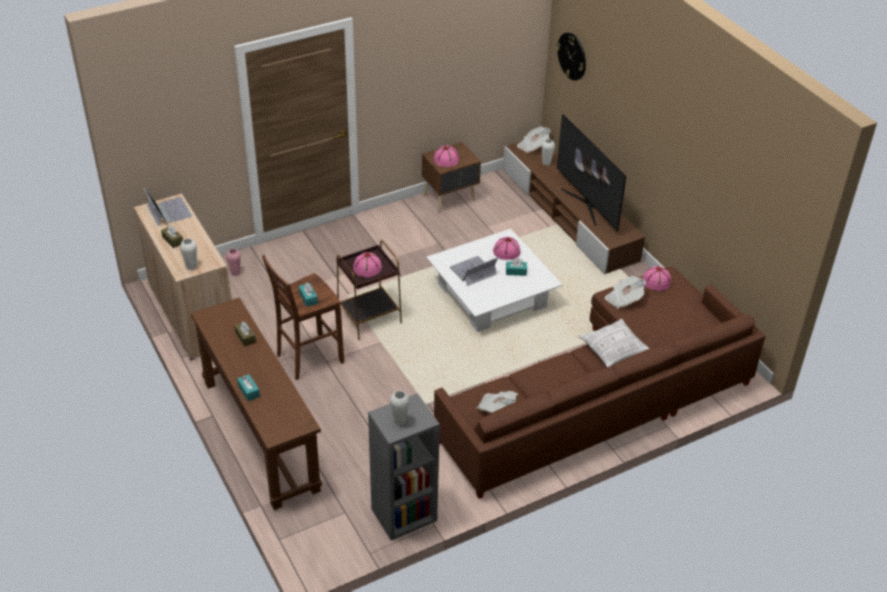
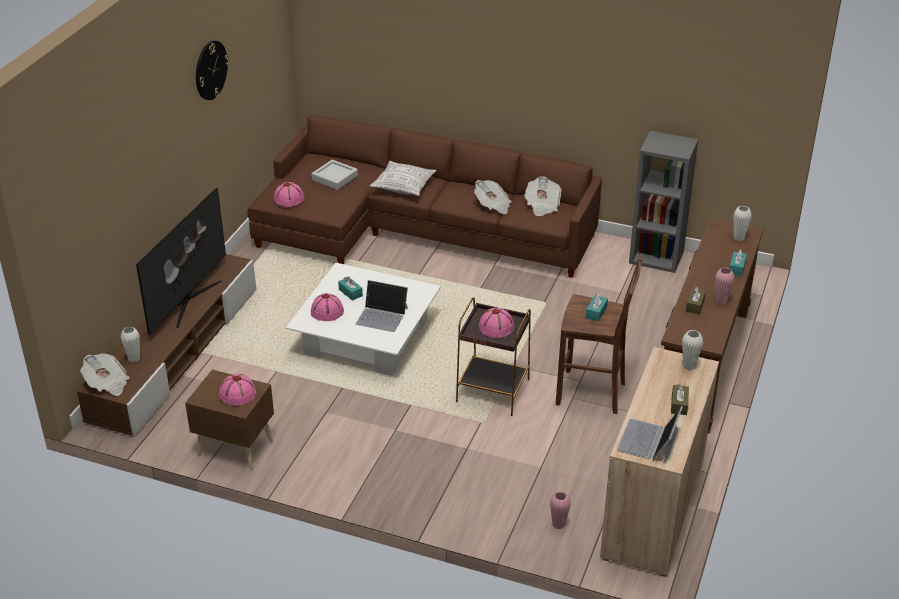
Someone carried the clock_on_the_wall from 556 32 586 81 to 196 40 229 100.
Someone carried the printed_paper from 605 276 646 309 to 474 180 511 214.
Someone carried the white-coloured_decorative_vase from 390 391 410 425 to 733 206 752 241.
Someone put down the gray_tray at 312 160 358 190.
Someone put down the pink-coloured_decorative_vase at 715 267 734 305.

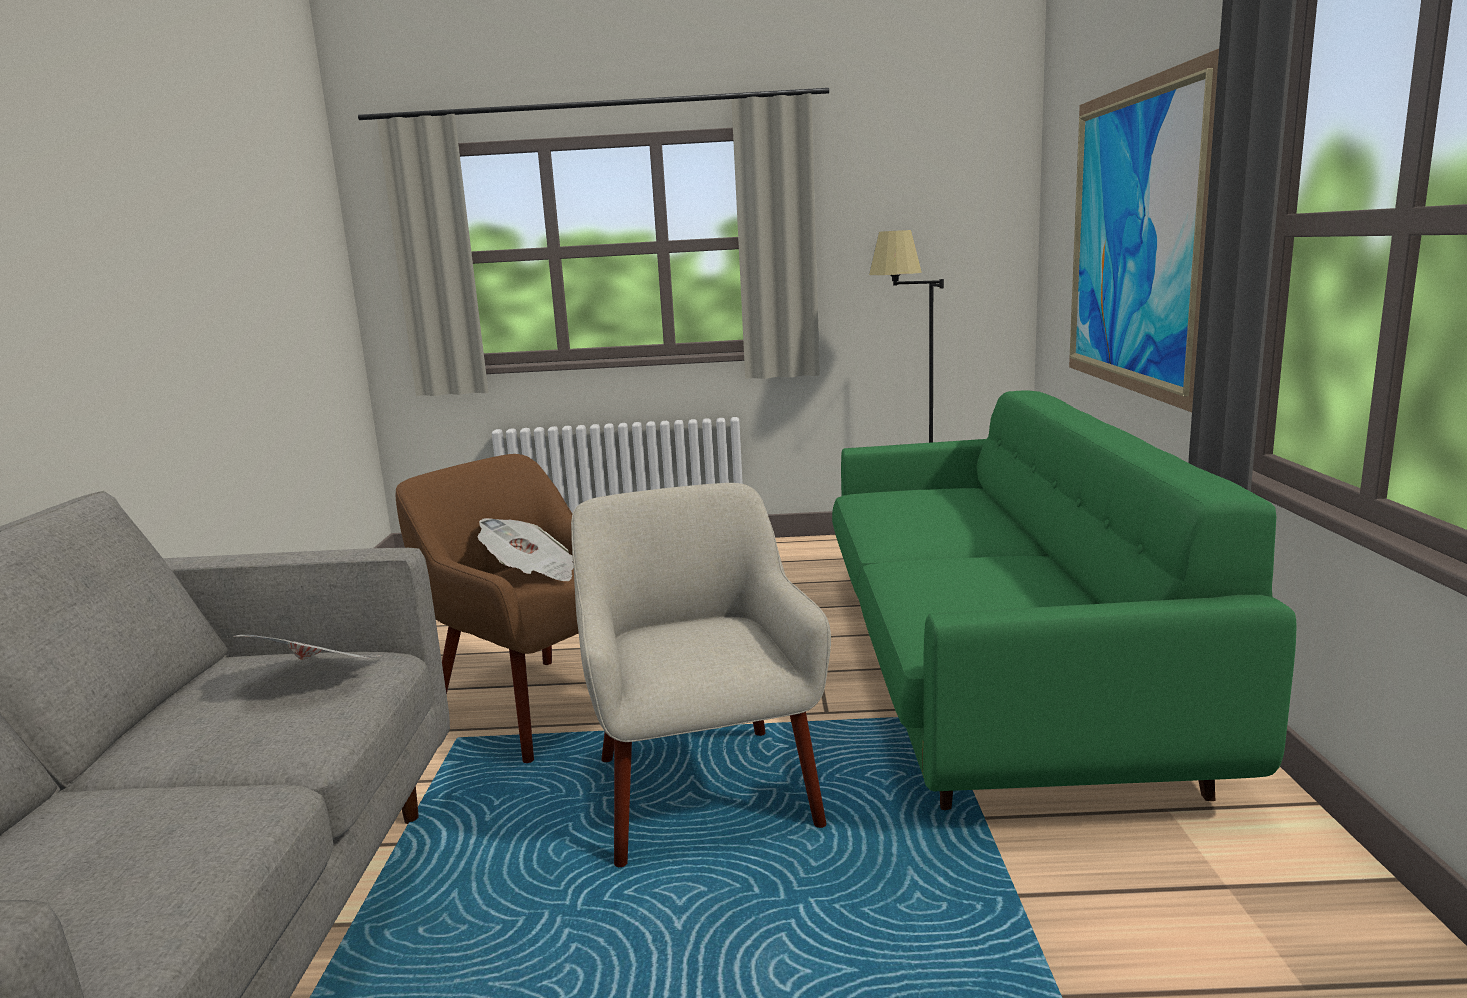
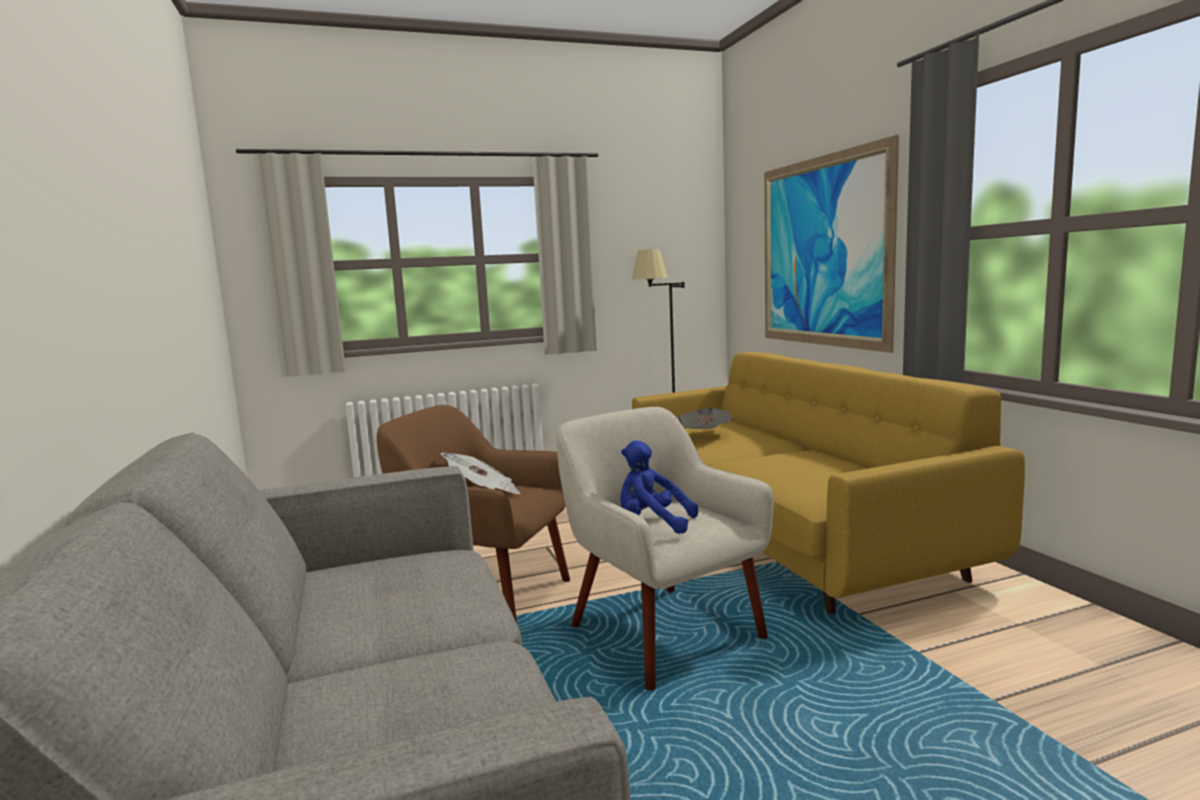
Someone repainted the green_couch at 832 390 1296 810, which became the yellowish_couch at 632 352 1025 614.
Someone carried the printed_paper from 233 635 382 660 to 677 408 733 429.
Someone put down the blue_cuddly_toy at 620 440 698 534.

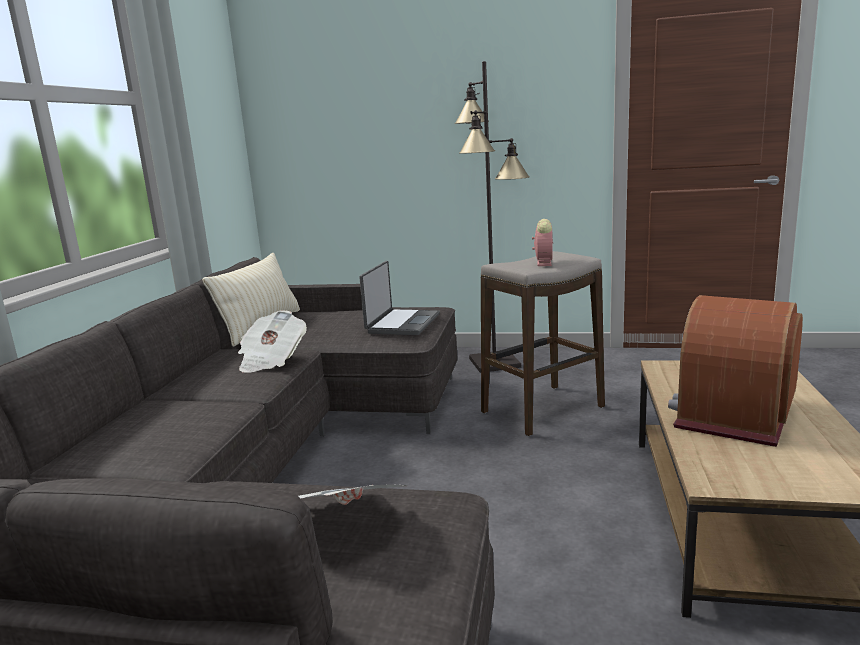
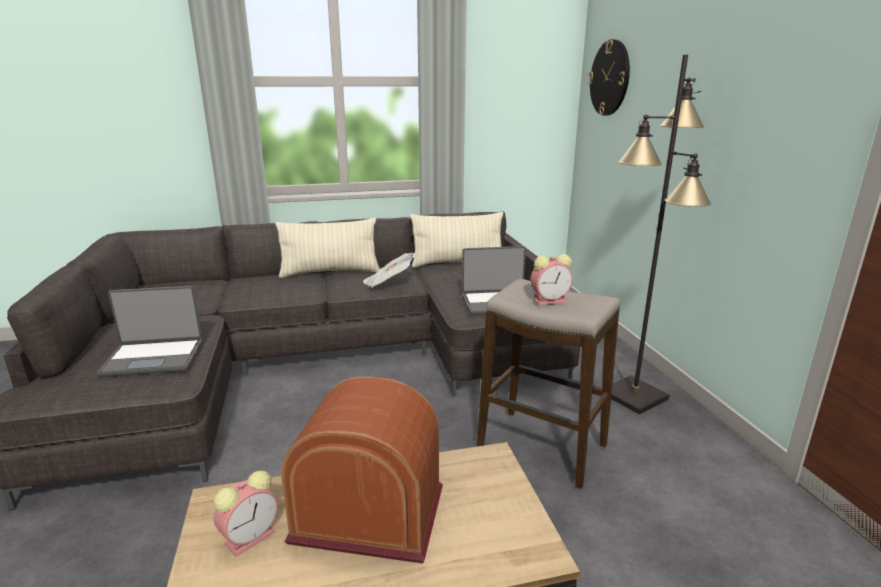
Someone swapped the printed_paper at 298 485 407 505 for the portable_computer at 97 286 202 377.
Someone put up the clock_on_the_wall at 588 39 630 116.
Someone put down the beige-coloured_cushion at 275 218 380 278.
Someone put down the table_clock at 213 470 278 557.

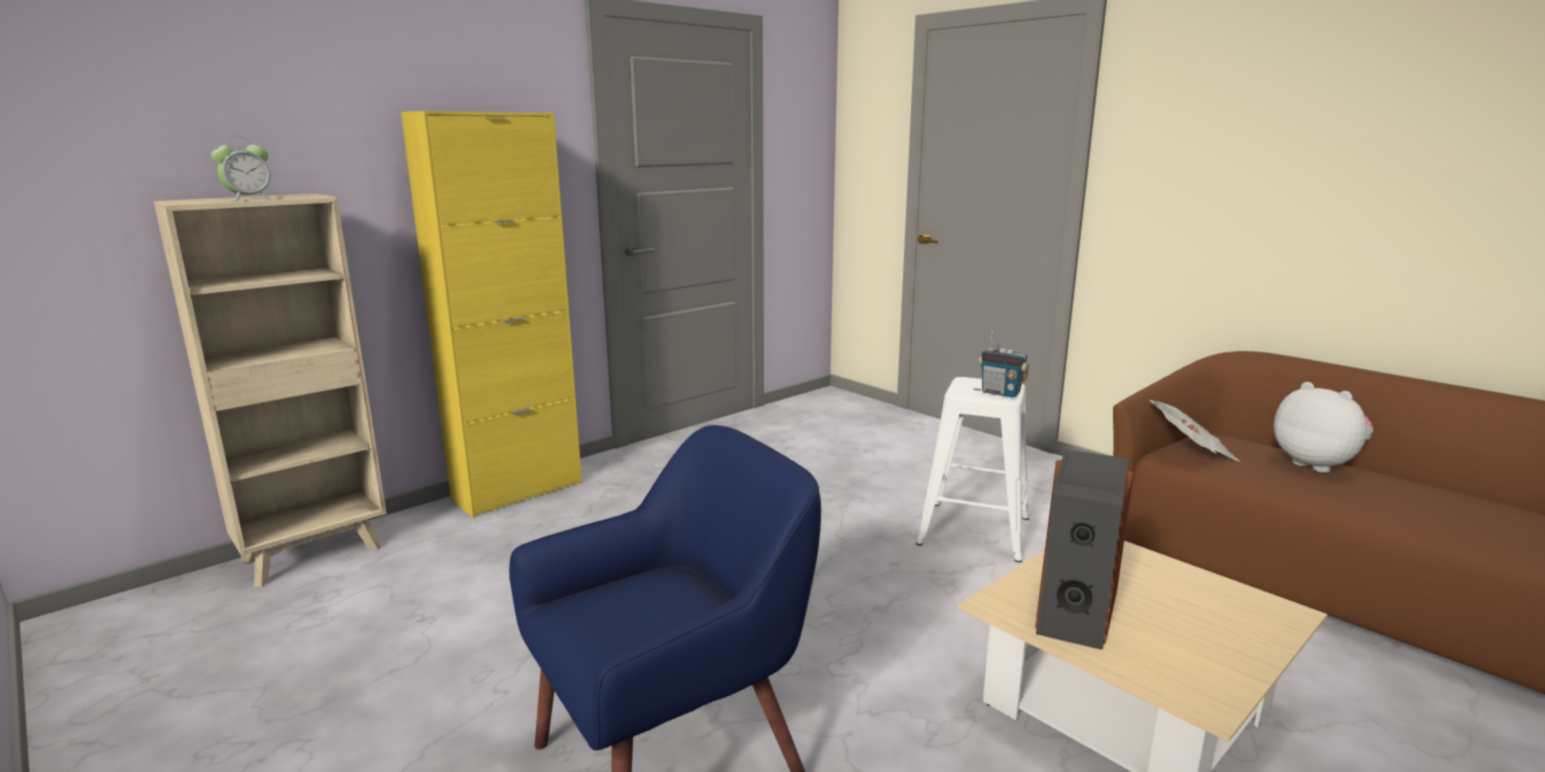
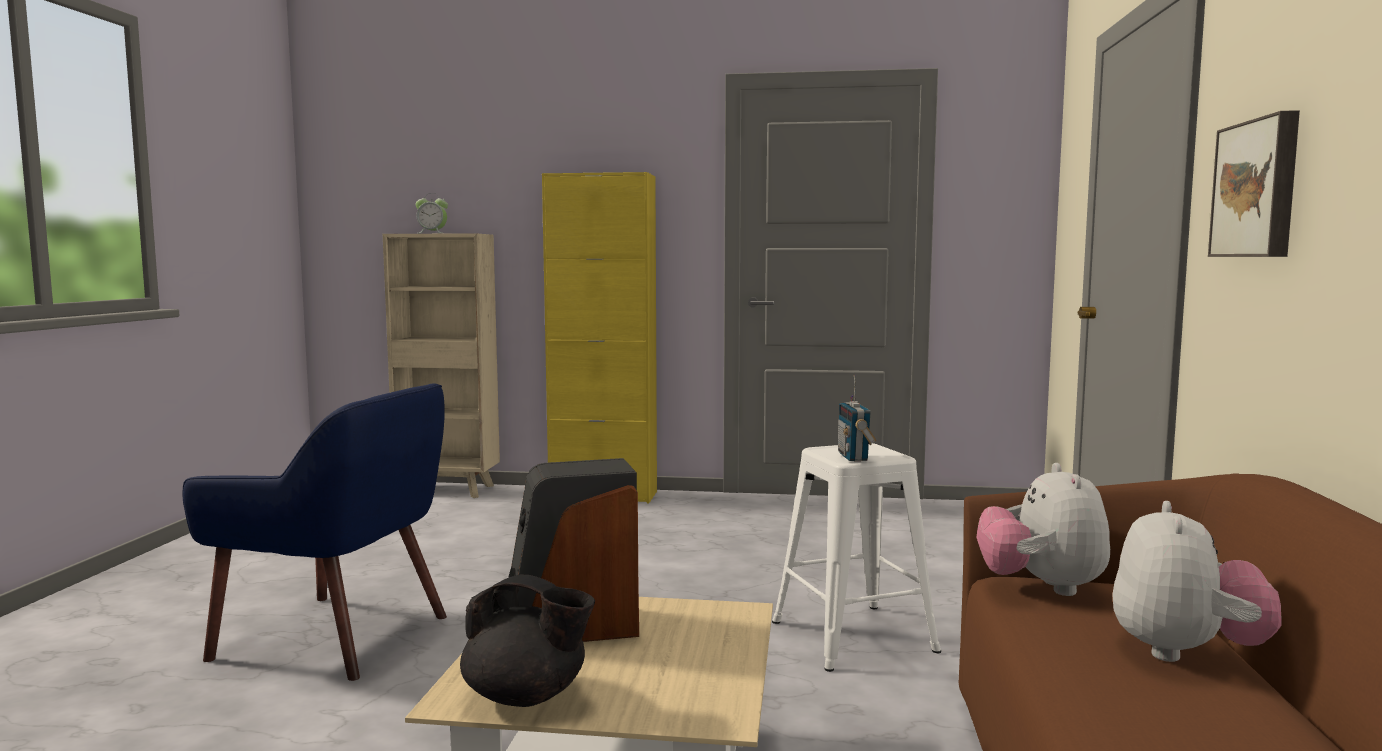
Someone swapped the printed_paper at 1149 400 1240 461 for the cuddly_toy at 977 463 1110 596.
Someone put up the picture at 1208 110 1300 257.
Someone put down the black-coloured_pot_for_tea at 460 575 595 707.

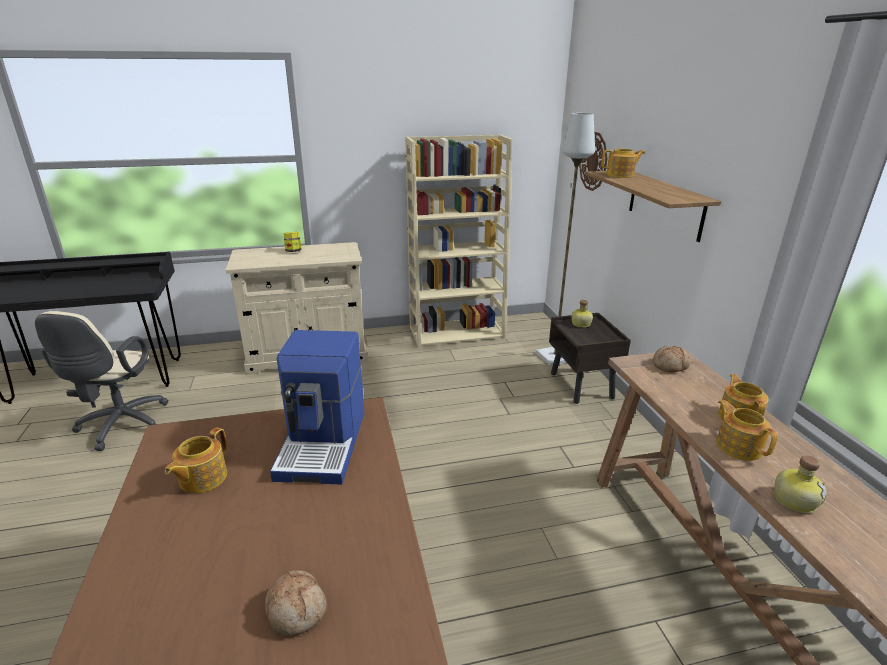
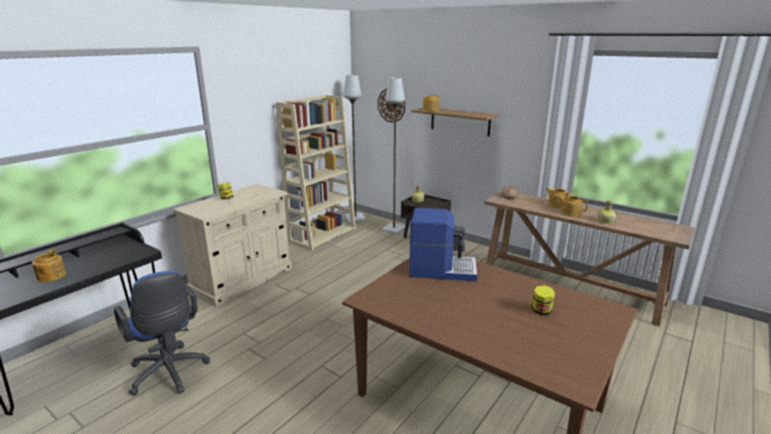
Someone repainted the beige-coloured_desk_chair at 35 311 169 451, which became the blue_desk_chair at 114 271 210 396.
Someone rotated the coffee_maker at 270 330 364 485 by 45 degrees counterclockwise.
Someone carried the pot_for_tea from 165 427 227 494 to 32 249 66 282.
Someone swapped the baked_bread at 265 570 327 636 for the preserve_jar at 532 285 555 315.
Someone put down the gray_standard_lamp at 343 75 366 223.

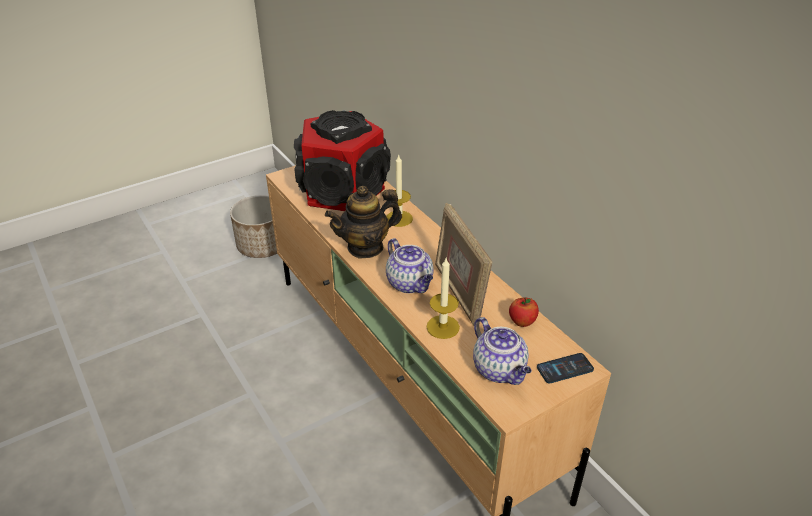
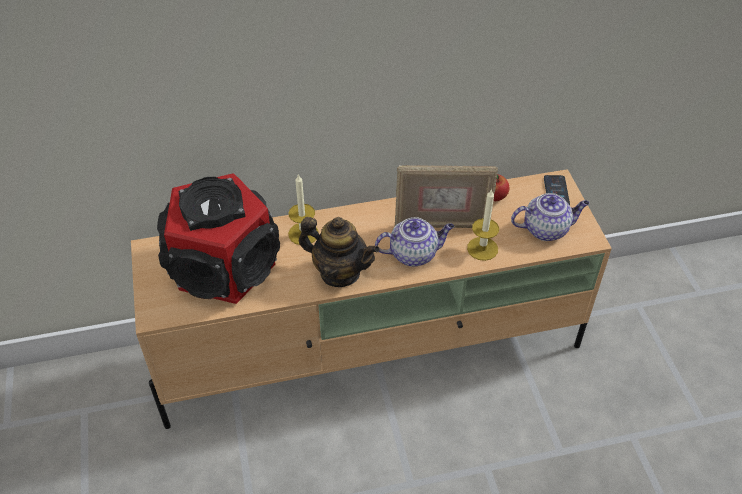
Someone rotated the pot_for_tea at 325 186 402 258 by 60 degrees counterclockwise.
Someone took away the flower_pot at 230 195 277 258.

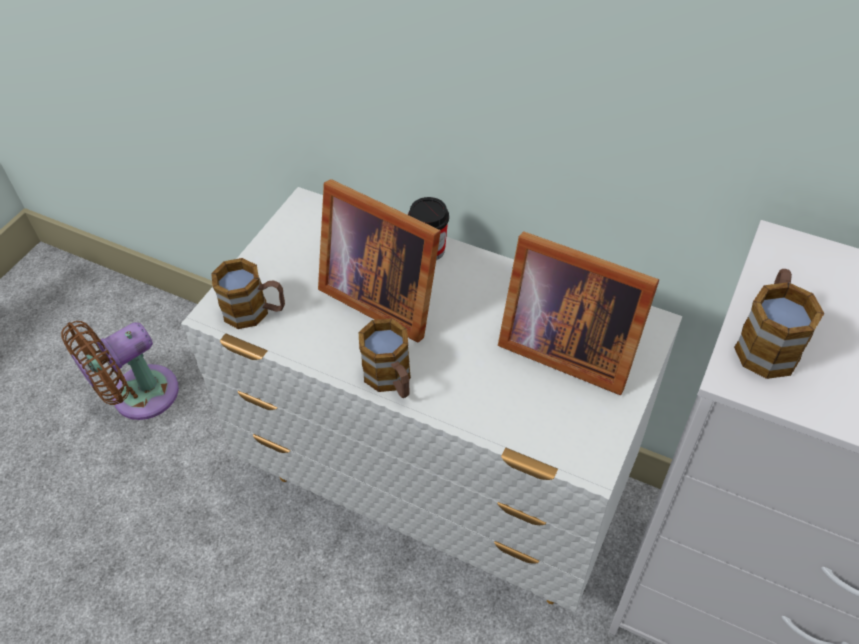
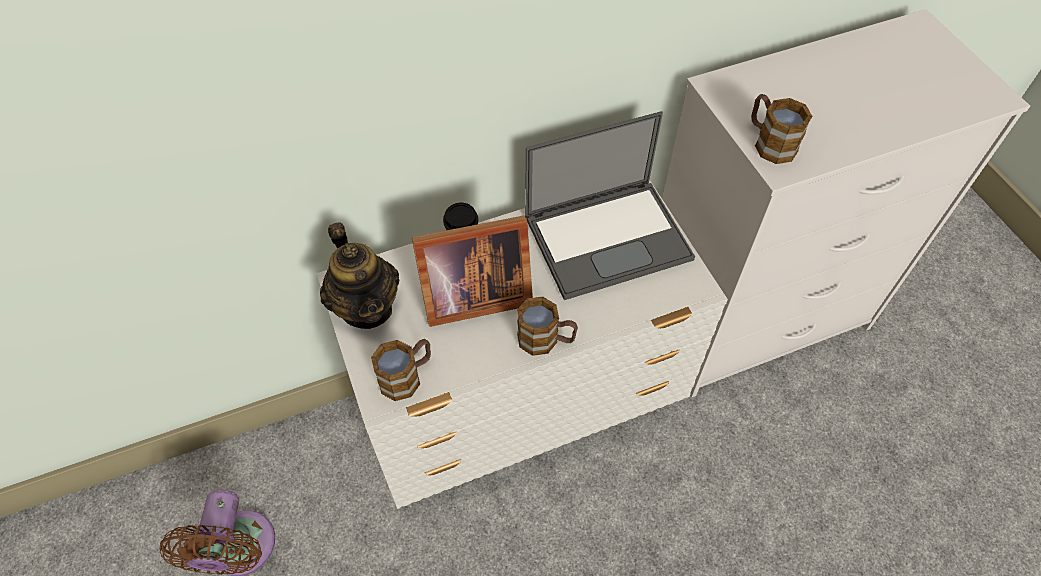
Someone swapped the picture_frame at 498 231 659 395 for the portable_computer at 525 111 695 300.
Someone put down the pot_for_tea at 320 222 400 329.

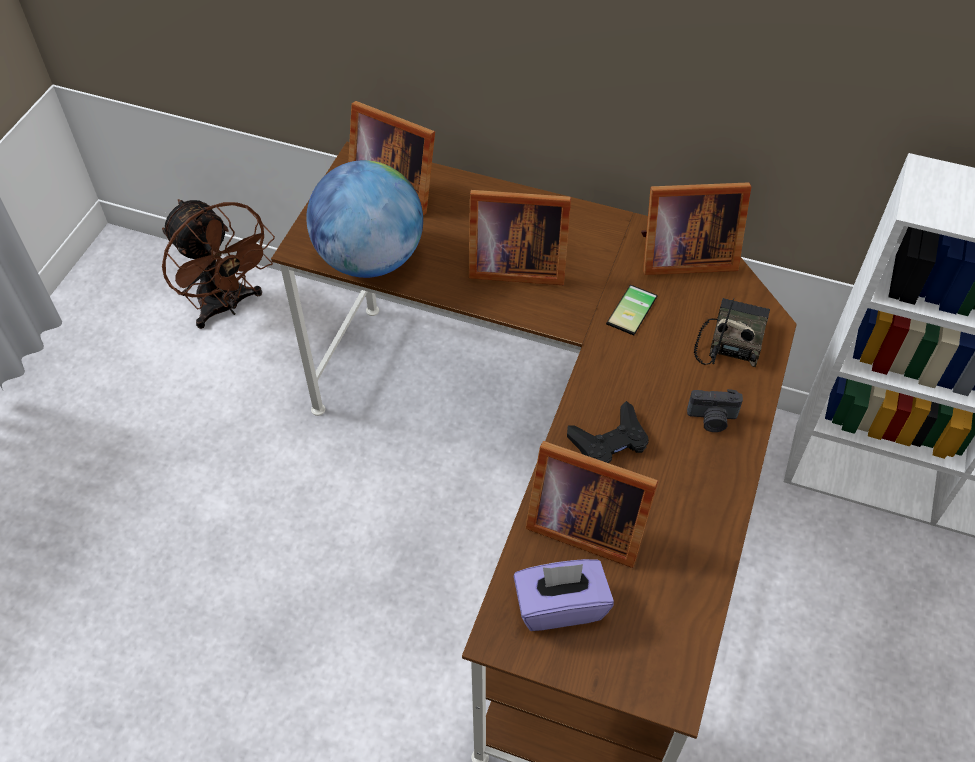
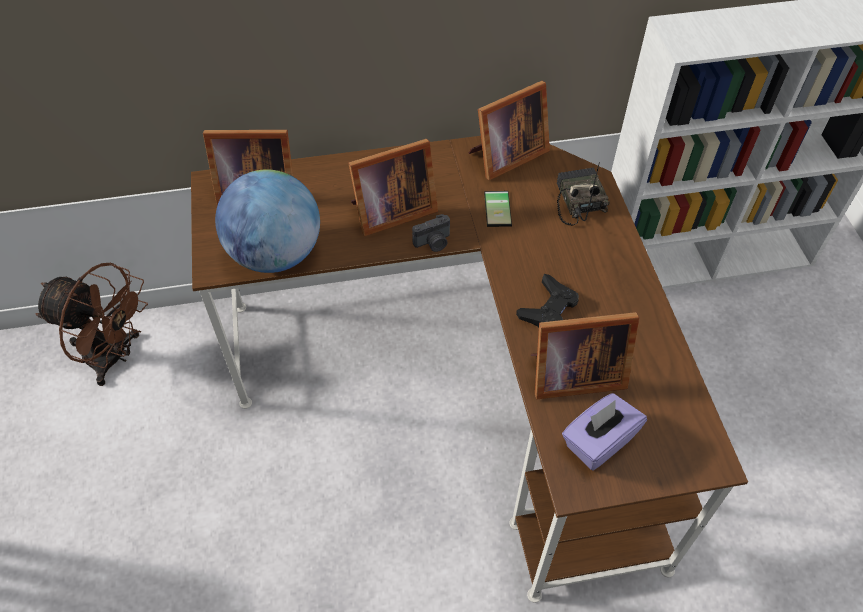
Someone carried the still_camera from 687 389 743 432 to 412 214 450 252.

